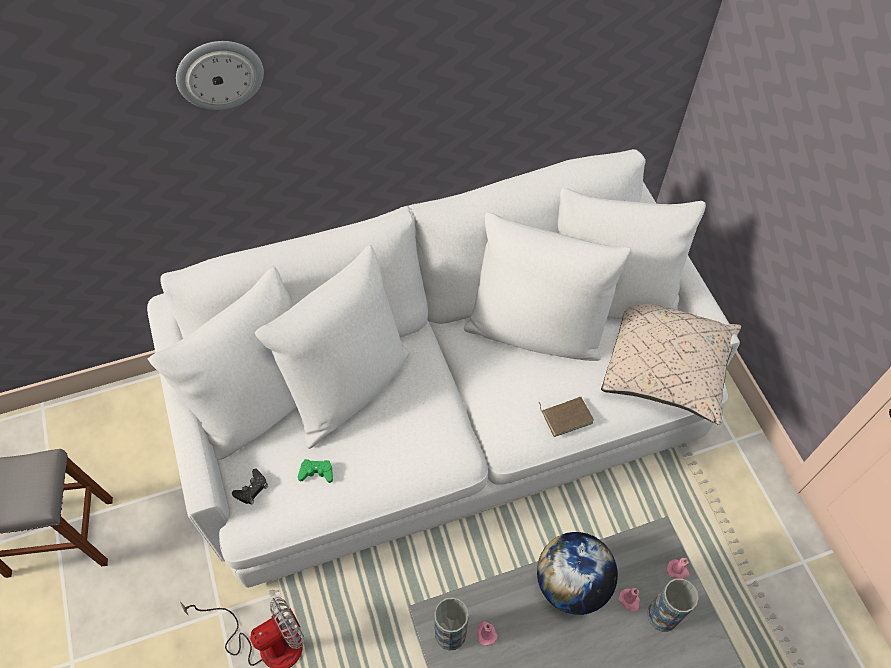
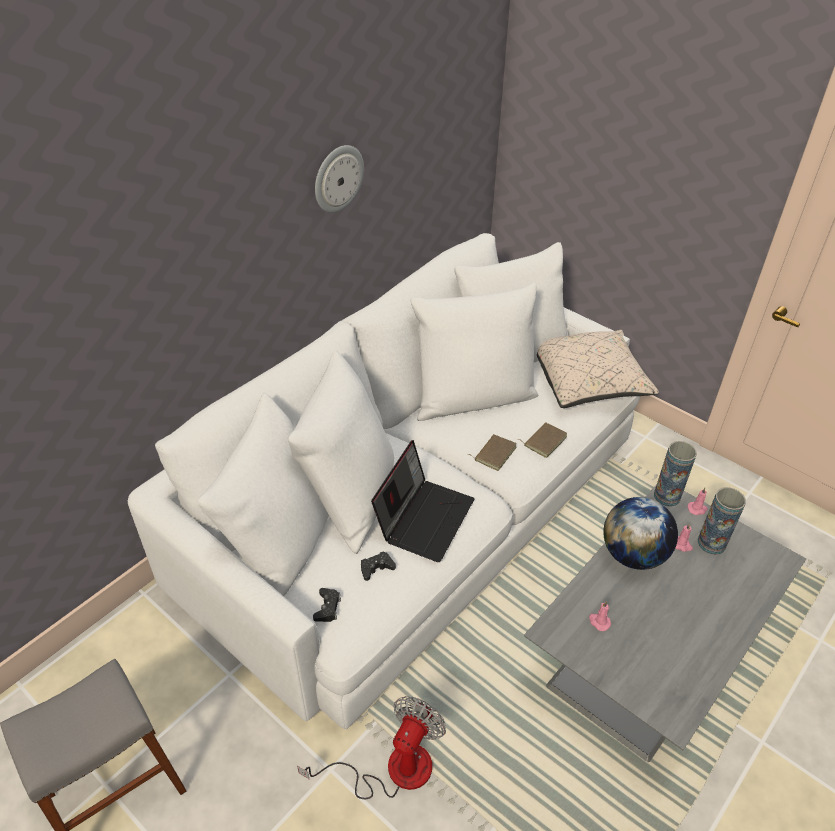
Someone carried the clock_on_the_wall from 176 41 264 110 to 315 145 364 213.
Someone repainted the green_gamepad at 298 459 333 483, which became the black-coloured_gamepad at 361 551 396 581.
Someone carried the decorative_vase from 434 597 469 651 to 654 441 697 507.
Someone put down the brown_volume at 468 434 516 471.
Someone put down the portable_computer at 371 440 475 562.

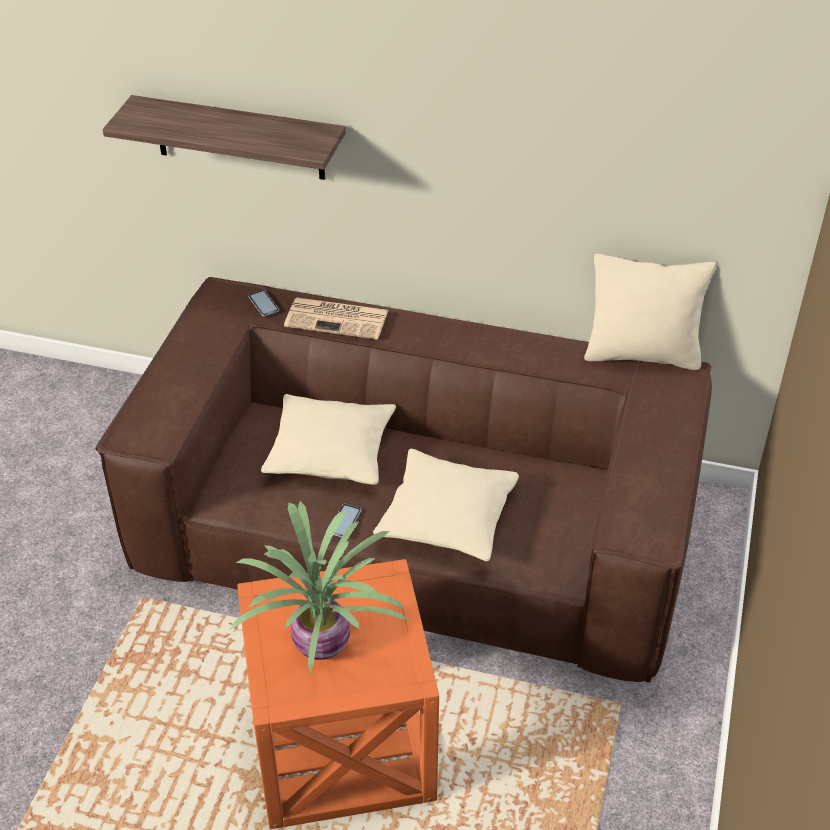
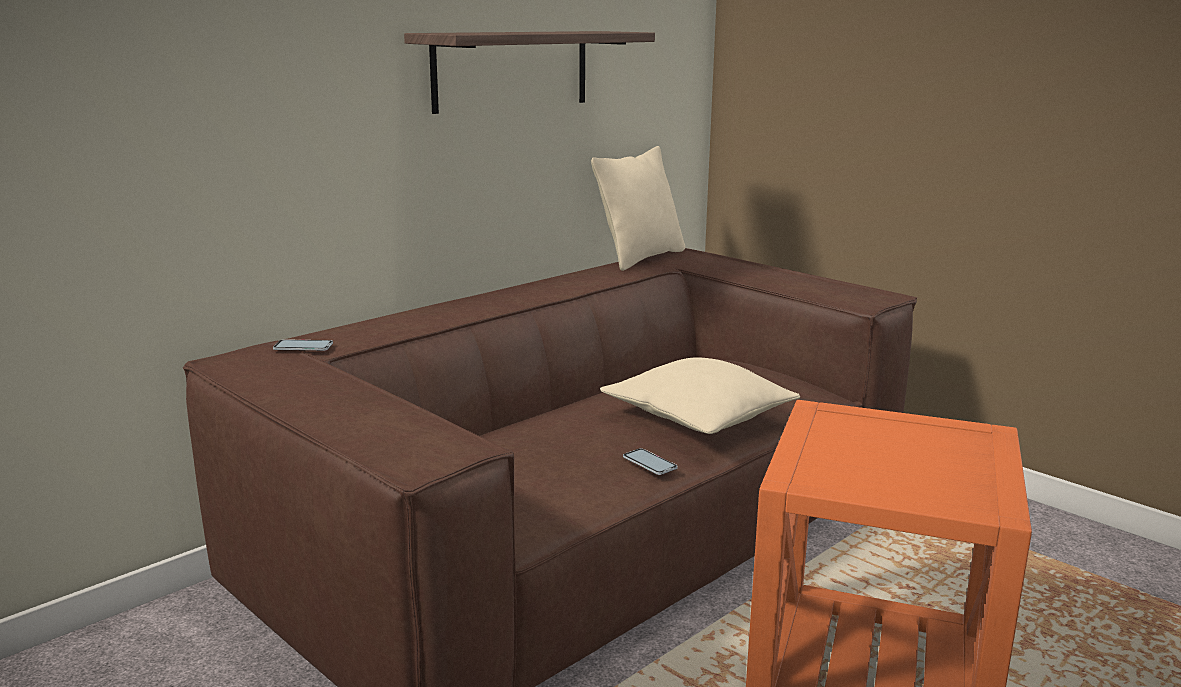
Someone carried the bracket_shelf from 103 95 346 180 to 404 31 655 114.
Someone took away the printed_paper at 284 297 389 340.
Someone took away the beige-coloured_cushion at 261 394 396 485.
Someone took away the plant_in_a_pot at 230 501 409 673.

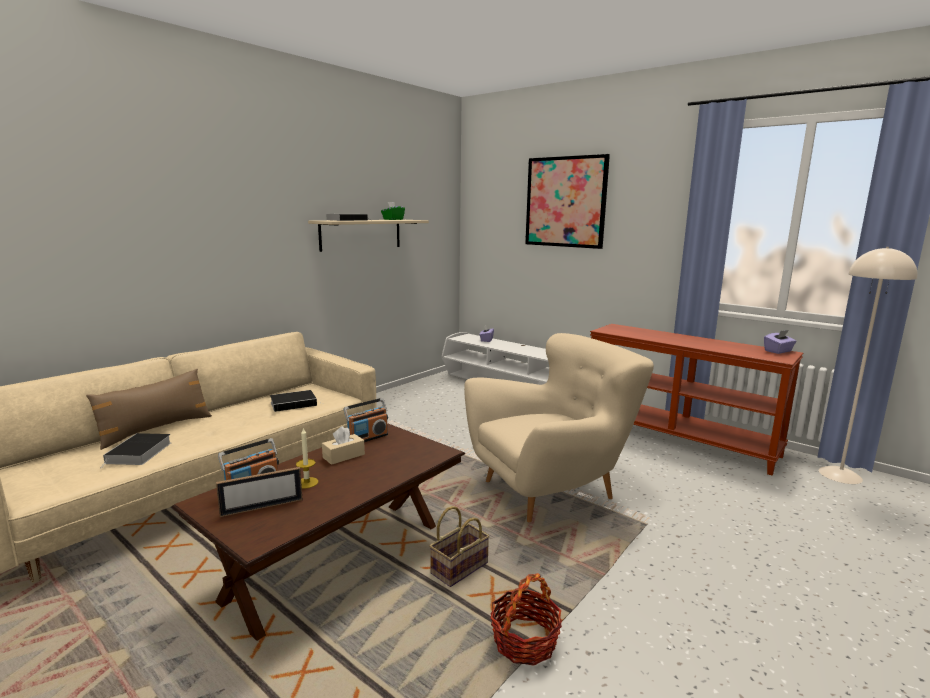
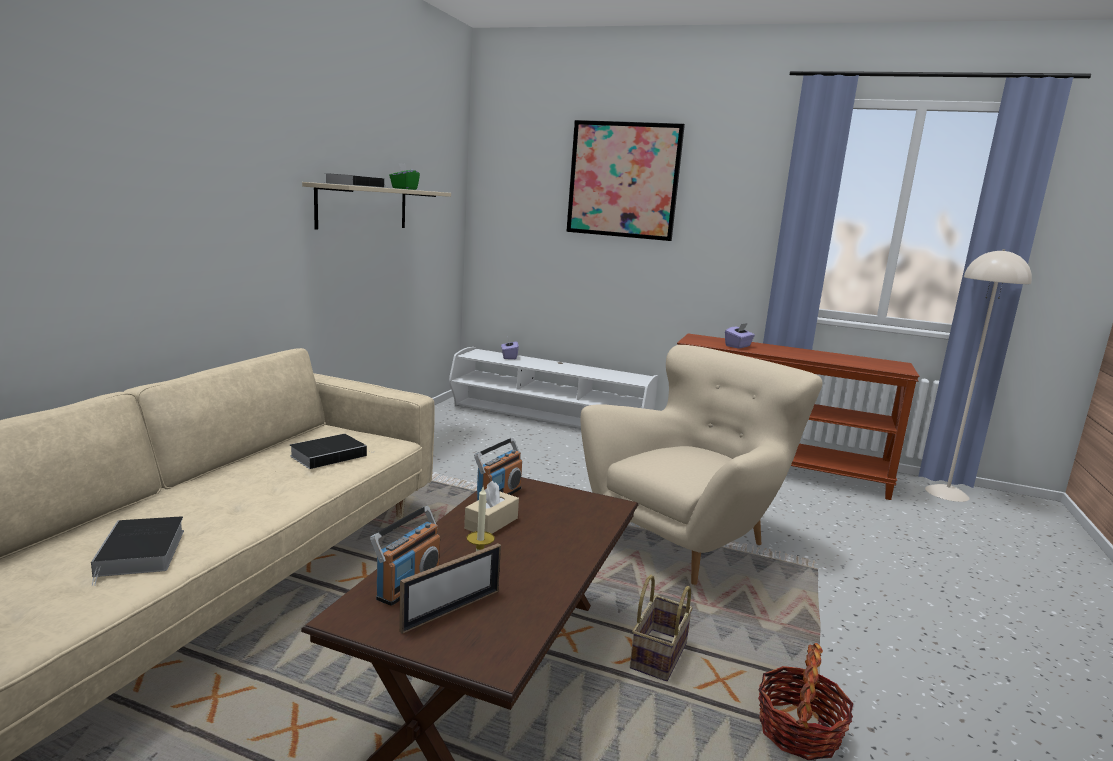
Someone carried the purple_box_of_tissues from 764 330 797 354 to 725 323 755 349.
Someone took away the brown_cushion at 86 369 212 450.

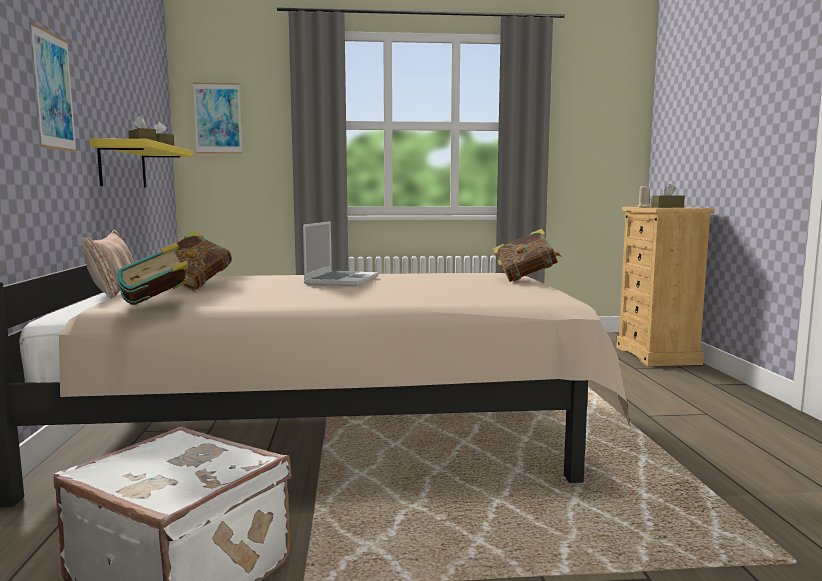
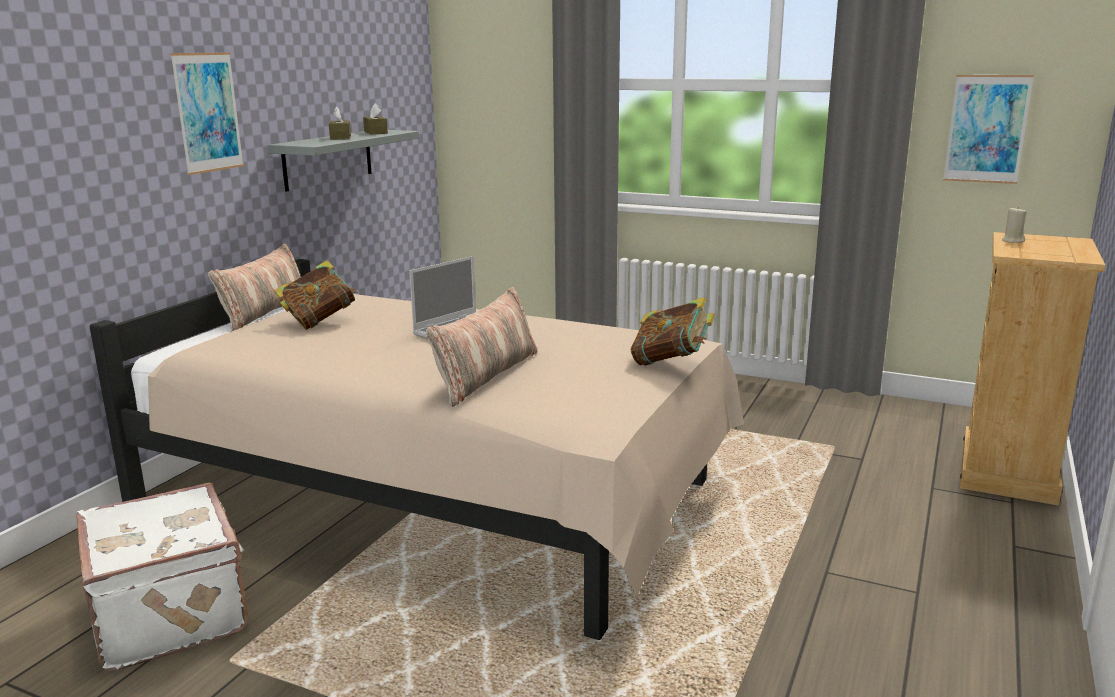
Someone carried the picture from 193 83 242 154 to 943 75 1034 184.
Someone repainted the yellowish_bracket_shelf at 90 138 193 188, which became the gray_bracket_shelf at 268 130 419 192.
Someone took away the brown_box_of_tissues at 651 184 685 208.
Someone took away the volume at 117 243 189 305.
Someone put down the cushion at 426 287 537 407.

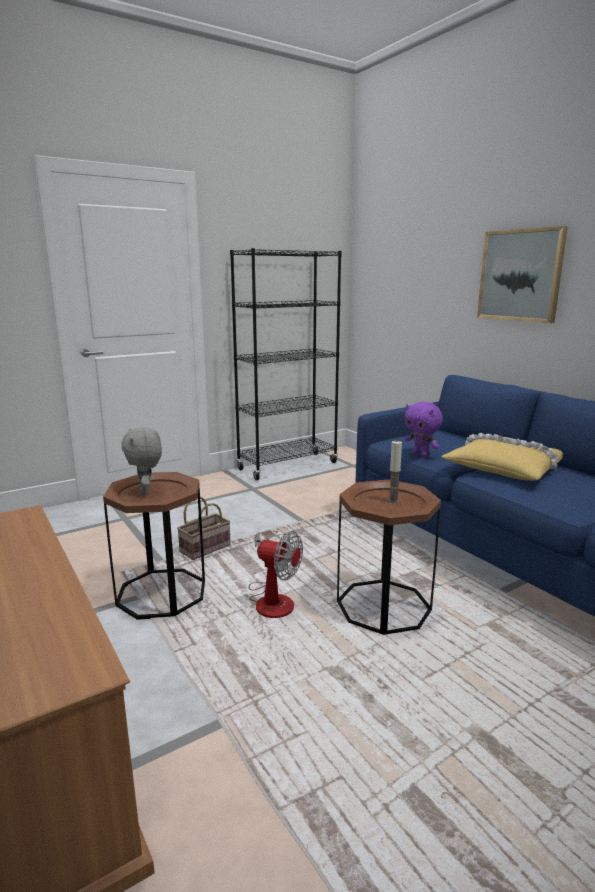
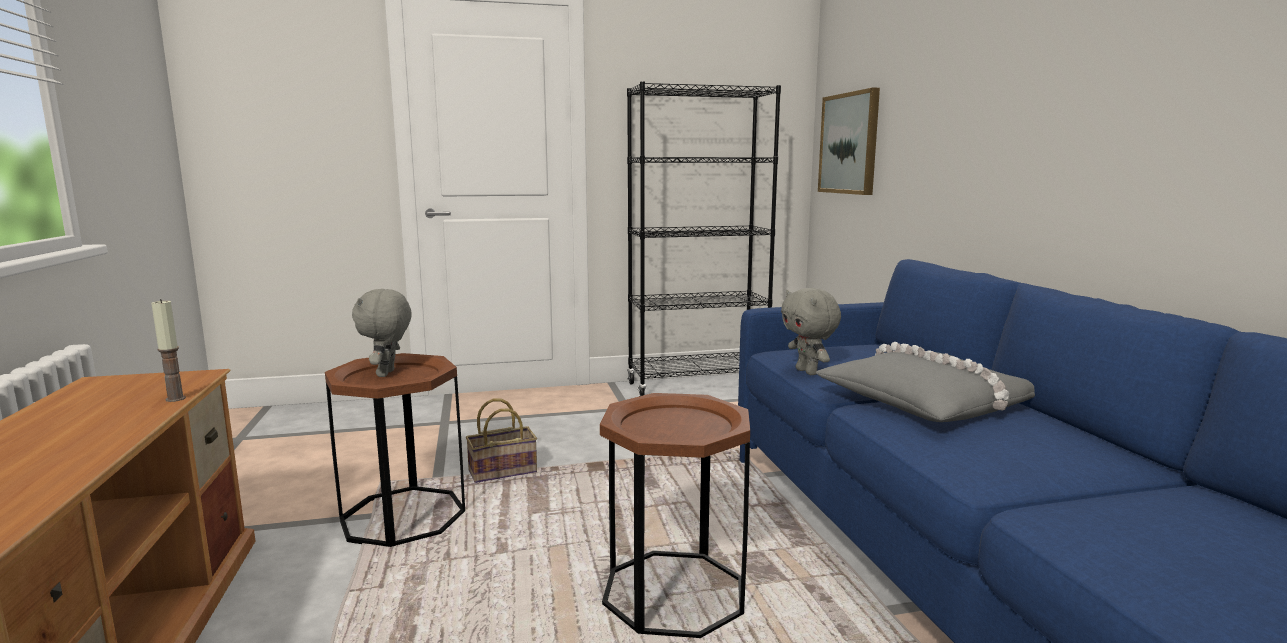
Someone carried the picture from 477 226 568 323 to 818 88 880 195.
Someone repainted the purple_cuddly_toy at 404 402 443 457, which became the gray_cuddly_toy at 781 288 841 375.
Someone repainted the yellowish_cushion at 442 433 563 481, which became the gray_cushion at 815 342 1035 422.
Someone carried the wax_candle from 388 440 402 503 to 151 299 186 402.
Someone took away the electric_fan at 249 531 303 618.

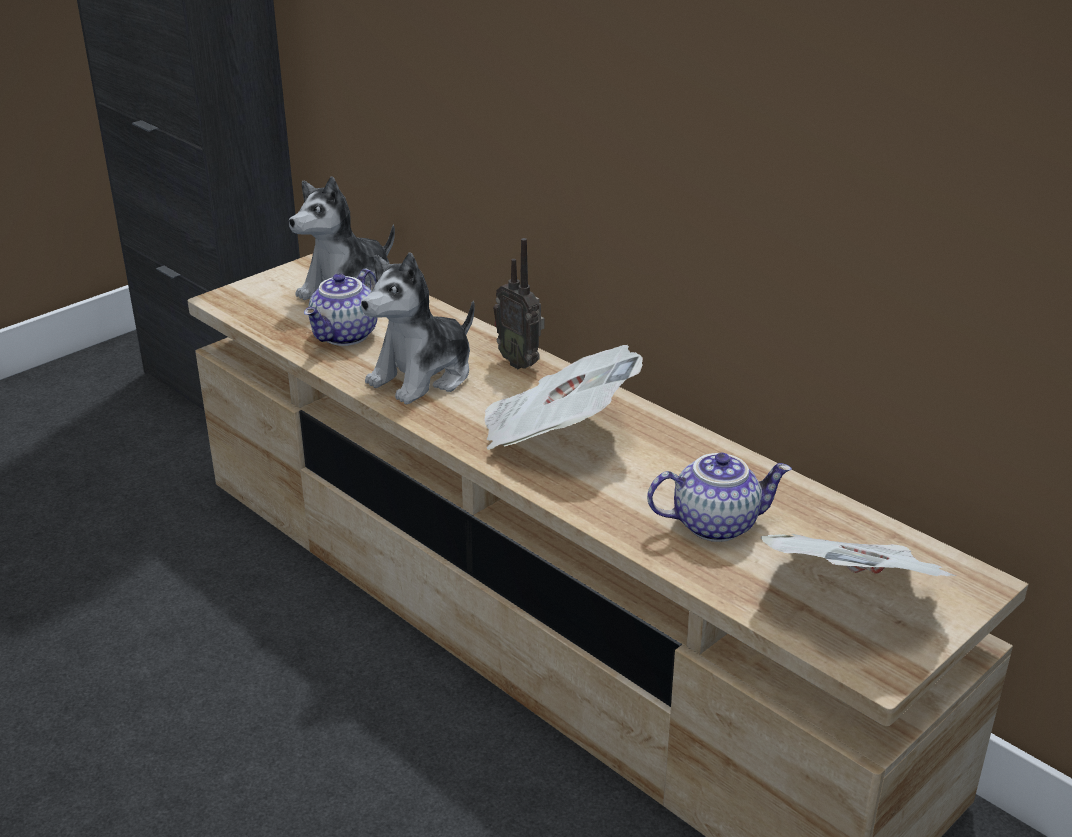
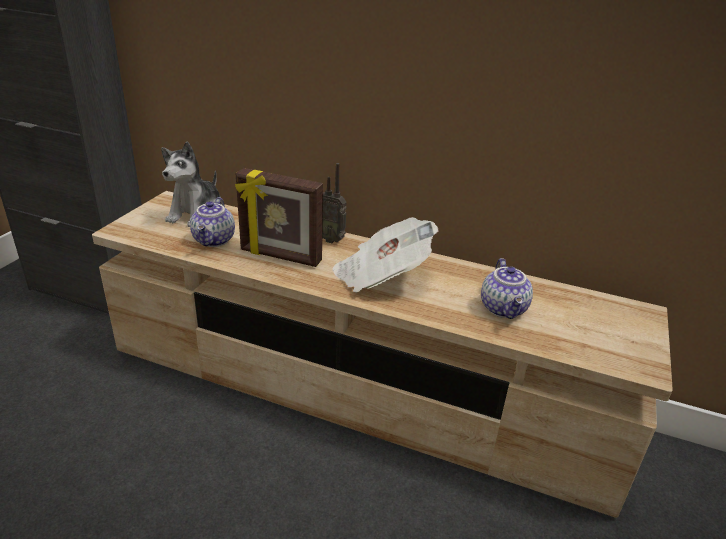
Someone swapped the cuddly_toy at 361 252 475 404 for the picture_frame at 235 168 323 267.
Someone rotated the pot_for_tea at 647 453 792 542 by 120 degrees clockwise.
Someone took away the printed_paper at 761 534 956 576.

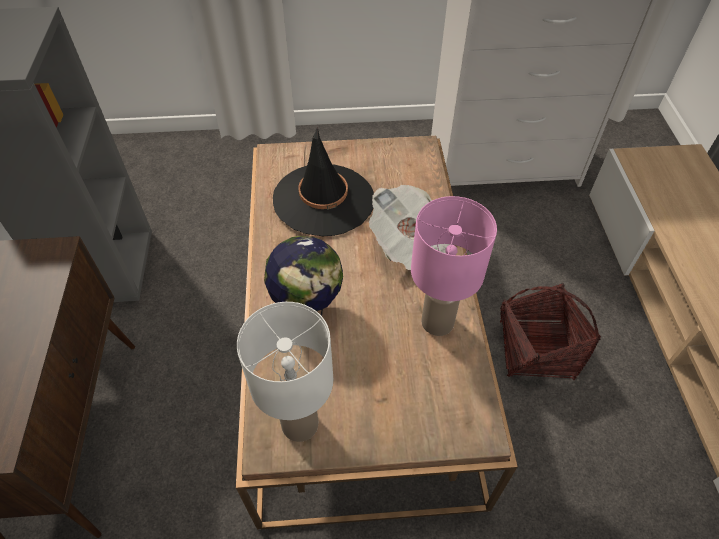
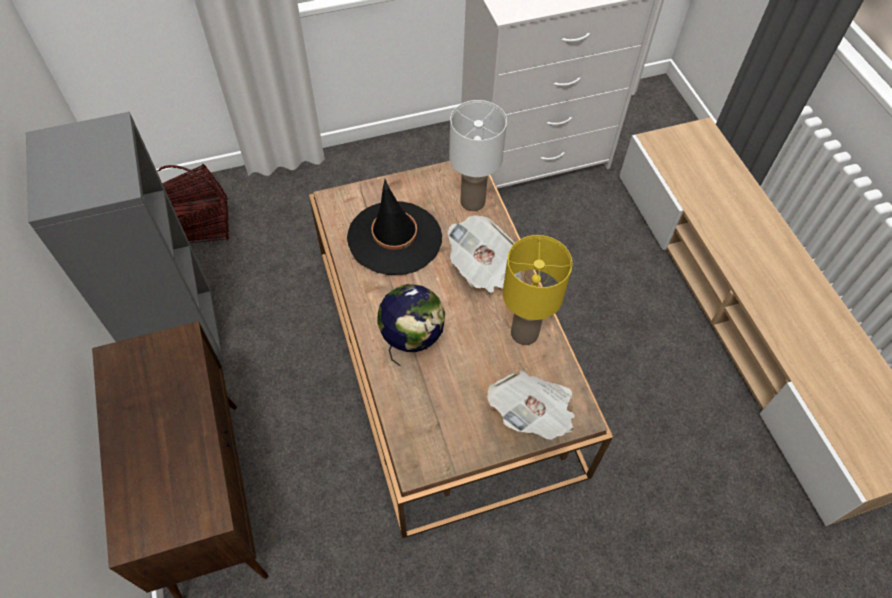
Someone repainted the pink-coloured_tabletop_lamp at 411 196 497 336, which became the yellowish_tabletop_lamp at 503 235 572 345.
Someone carried the basket from 500 283 601 380 to 157 164 230 243.
Someone carried the white-coloured_tabletop_lamp from 237 302 333 442 to 449 100 507 211.
Someone put down the printed_paper at 487 371 575 440.

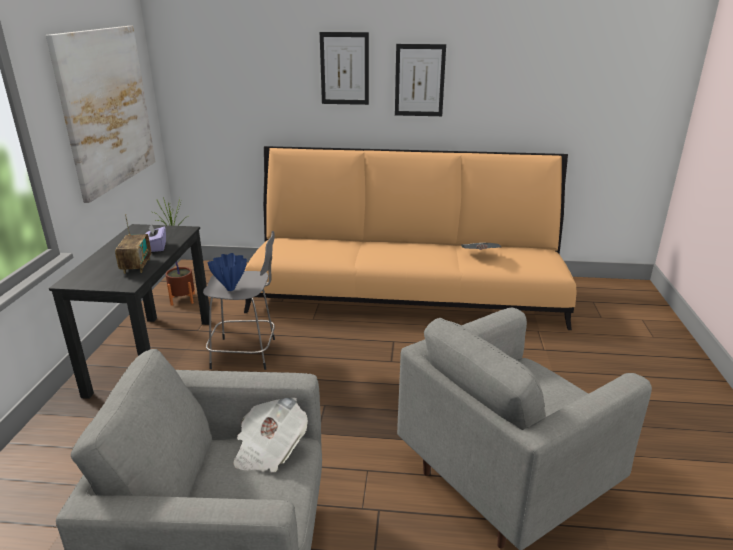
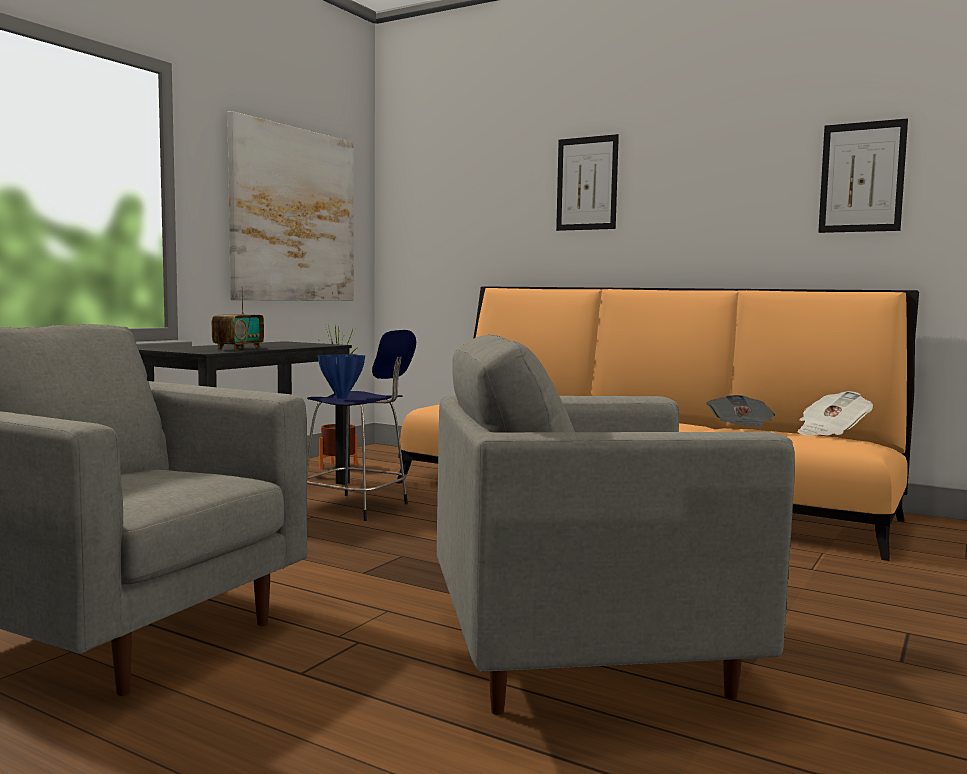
Someone carried the picture from 395 44 446 116 to 818 118 908 233.
Someone took away the purple_box_of_tissues at 146 224 166 252.
Someone repainted the gray_stool at 203 231 275 370, which became the blue_stool at 307 330 416 521.
Someone carried the printed_paper from 233 398 308 472 to 797 391 873 436.

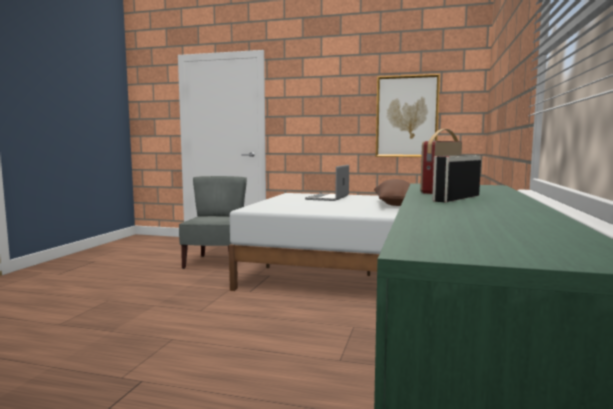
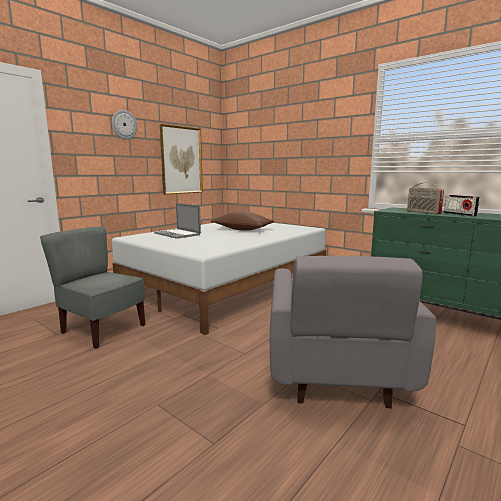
Someone put up the clock_on_the_wall at 112 110 137 140.
Someone put down the gray_lounge_chair at 270 256 436 409.

